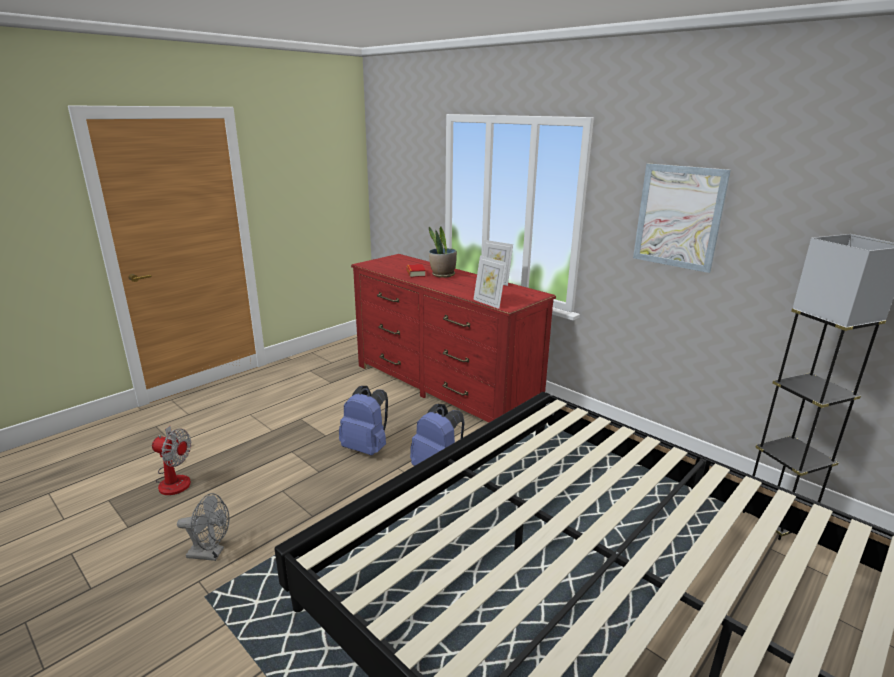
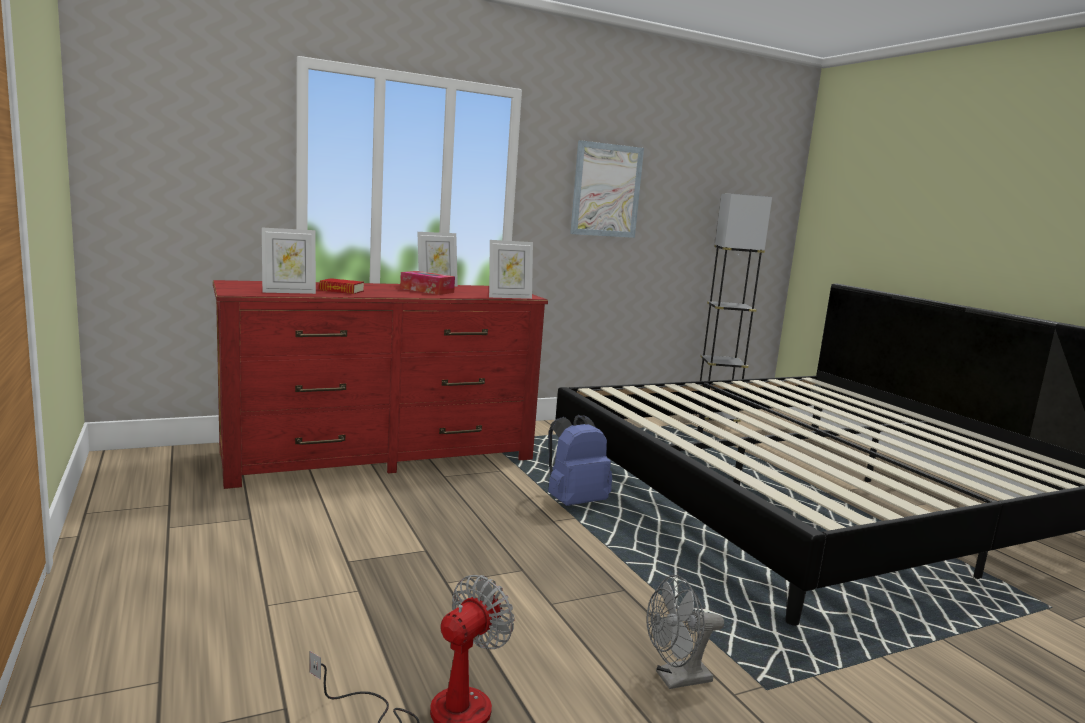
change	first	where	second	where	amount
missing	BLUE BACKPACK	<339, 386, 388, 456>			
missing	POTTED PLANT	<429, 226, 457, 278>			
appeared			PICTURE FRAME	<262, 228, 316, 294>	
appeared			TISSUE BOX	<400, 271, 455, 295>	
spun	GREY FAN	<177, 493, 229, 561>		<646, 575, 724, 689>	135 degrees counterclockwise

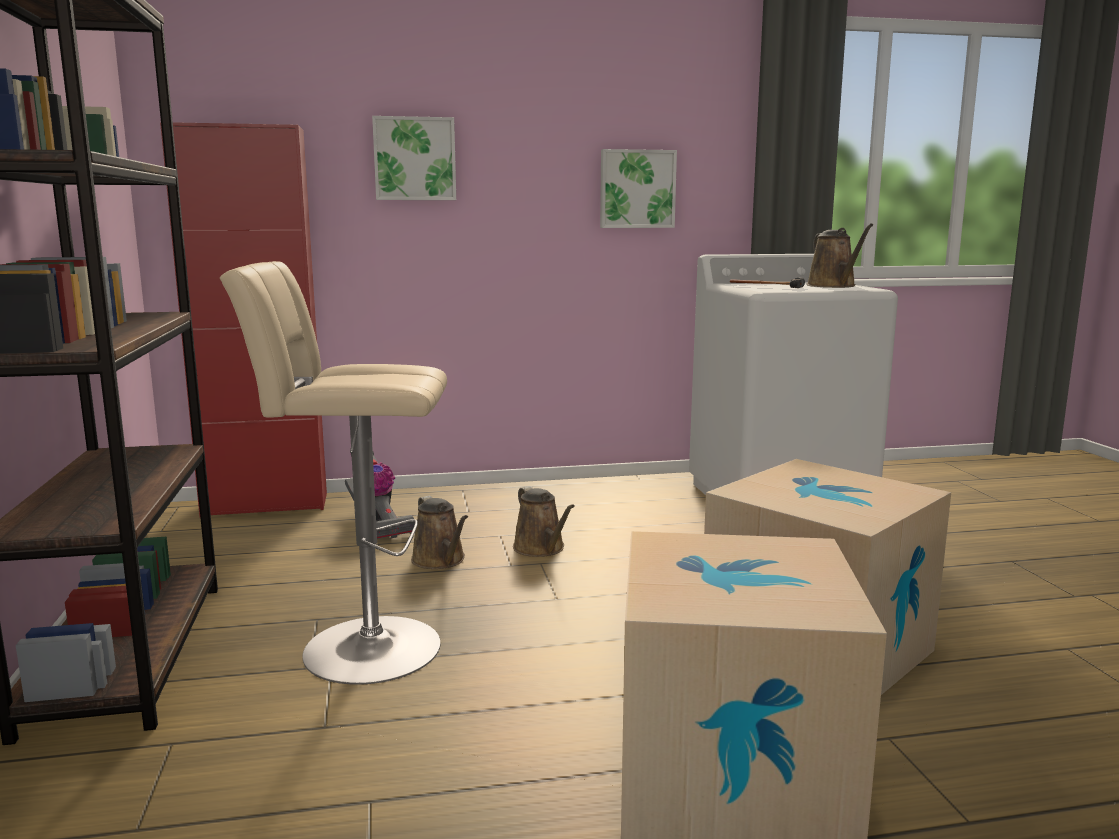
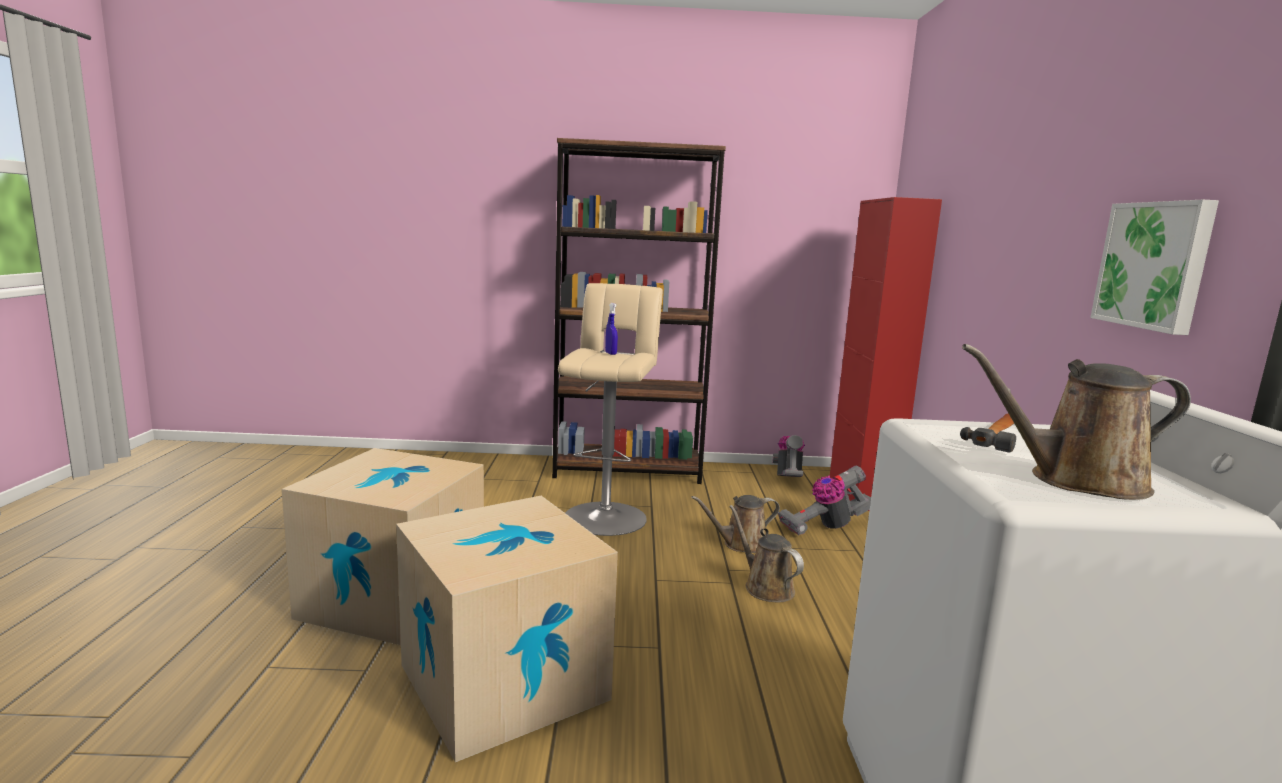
change	first	where	second	where	amount
missing	PICTURE	<372, 116, 456, 200>			
appeared			BLUE SPRAY BOTTLE	<605, 303, 618, 355>	
appeared			VACUUM CLEANER	<772, 435, 805, 477>	
spun	BROWN WATERING CAN	<513, 486, 575, 557>		<729, 505, 804, 602>	75 degrees clockwise

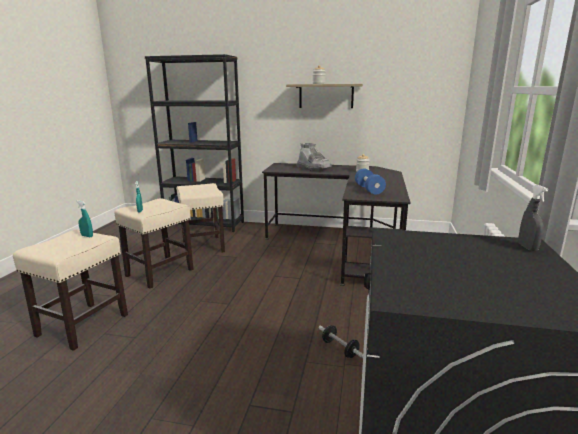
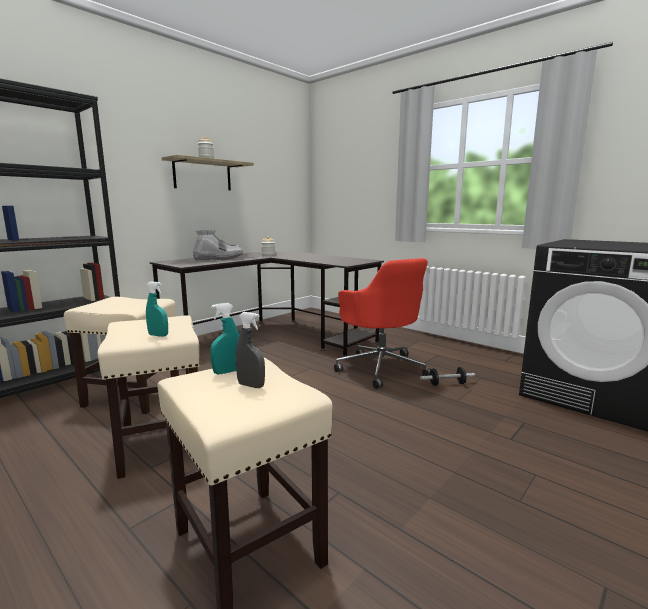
change	first	where	second	where	amount
missing	BLUE DUMBBELL	<355, 168, 386, 194>			
appeared			RED OFFICE CHAIR	<334, 258, 431, 389>	
relocated	GREY SPRAY BOTTLE	<518, 185, 548, 251>		<236, 312, 265, 388>	

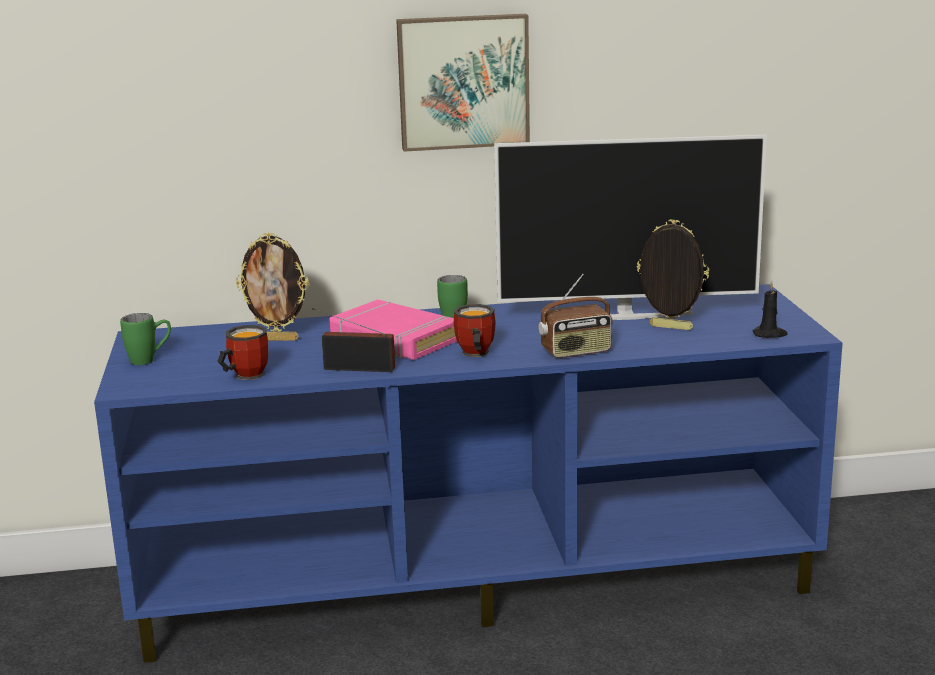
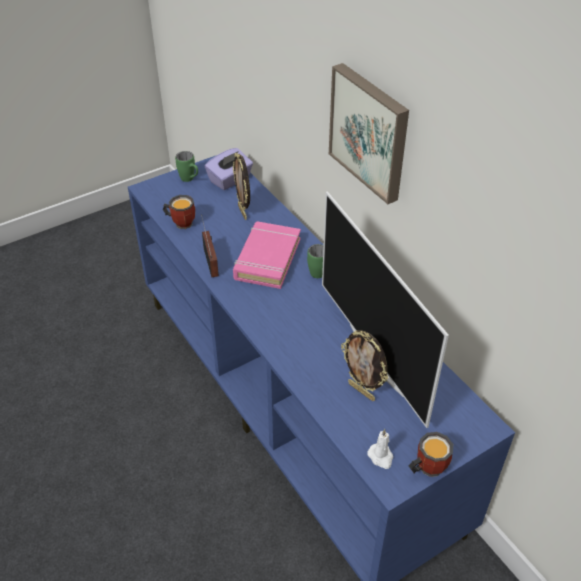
change	first	where	second	where	amount
missing	RADIO	<538, 274, 613, 358>			
appeared			PURPLE TISSUE BOX	<205, 148, 253, 190>	
relocated	MUG	<454, 304, 496, 357>		<408, 432, 453, 477>	
colour	BLACK CANDLE	<752, 281, 788, 338>	WHITE CANDLE	<367, 429, 393, 469>	
spun	PICTURE FRAME	<637, 219, 709, 330>		<341, 330, 388, 401>	135 degrees clockwise

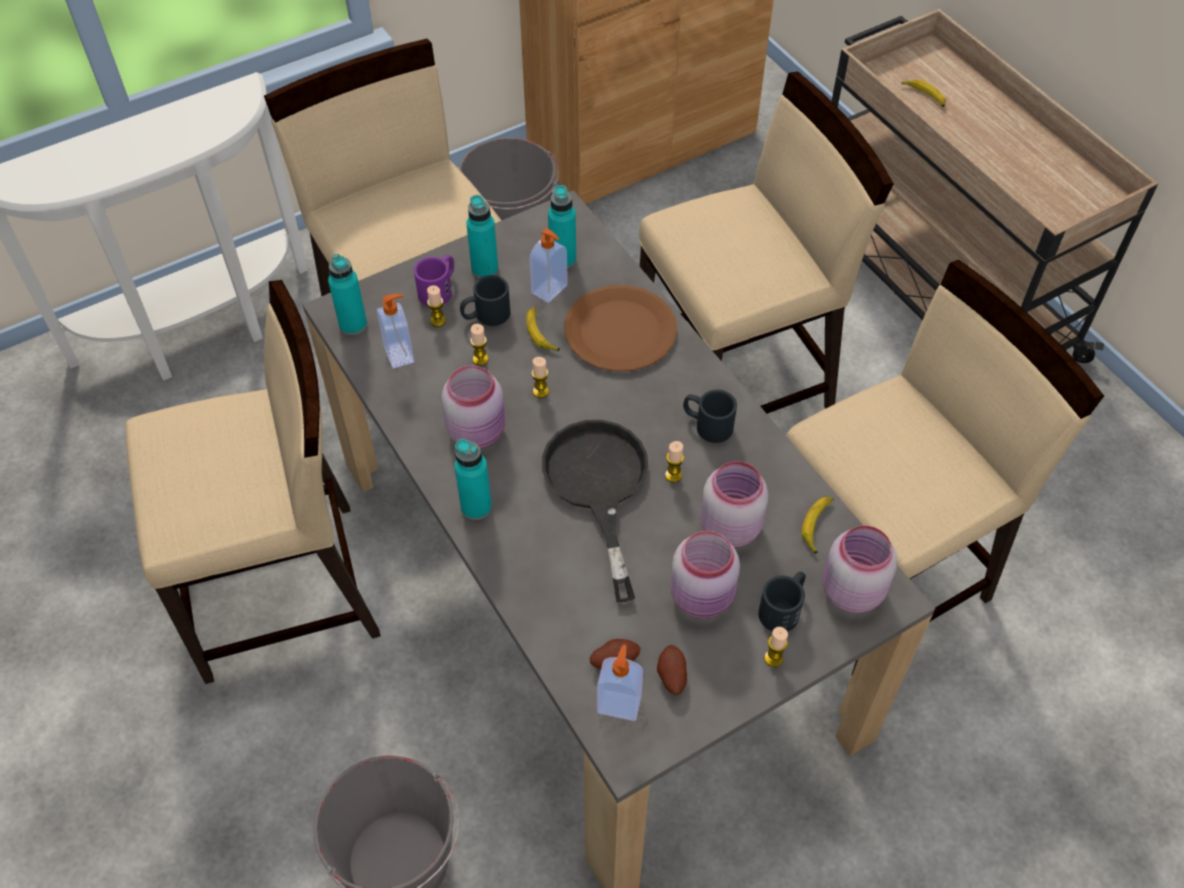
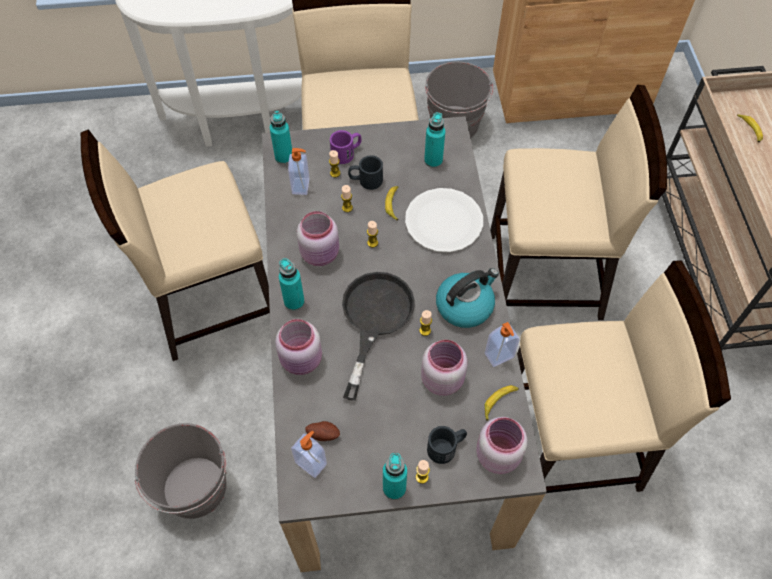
change	first	where	second	where	amount
missing	POTATO	<657, 645, 687, 695>			
relocated	TURQUOISE BOTTLE	<466, 195, 498, 278>		<383, 453, 407, 500>	
relocated	SOAP DISPENSER	<529, 228, 568, 303>		<485, 322, 520, 367>	
relocated	PINK JAR	<670, 531, 740, 618>		<275, 319, 322, 375>	
exchanged	BLACK MUG	<683, 389, 737, 443>	KETTLE	<436, 268, 499, 328>	
colour	BROWN PLATE	<564, 285, 677, 372>	WHITE PLATE	<405, 188, 483, 252>	
spun	BEIGE CHAIR	<126, 280, 381, 684>		<81, 129, 270, 361>	150 degrees clockwise

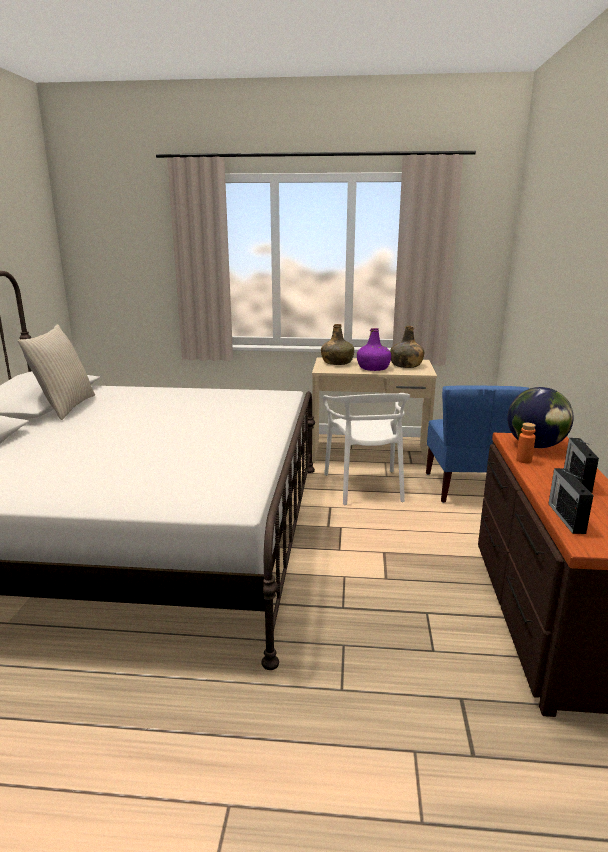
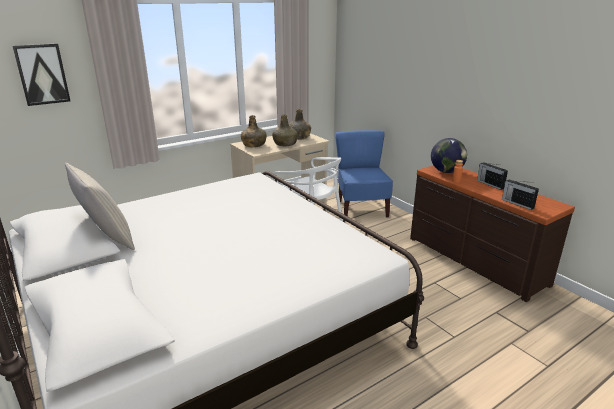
change	first	where	second	where	amount
appeared			PICTURE	<13, 43, 70, 106>	
colour	PURPLE BOTTLE	<357, 328, 391, 371>	GREEN BOTTLE	<272, 115, 298, 146>	
spun	BLUE CHAIR	<426, 385, 529, 503>		<335, 130, 393, 218>	150 degrees counterclockwise

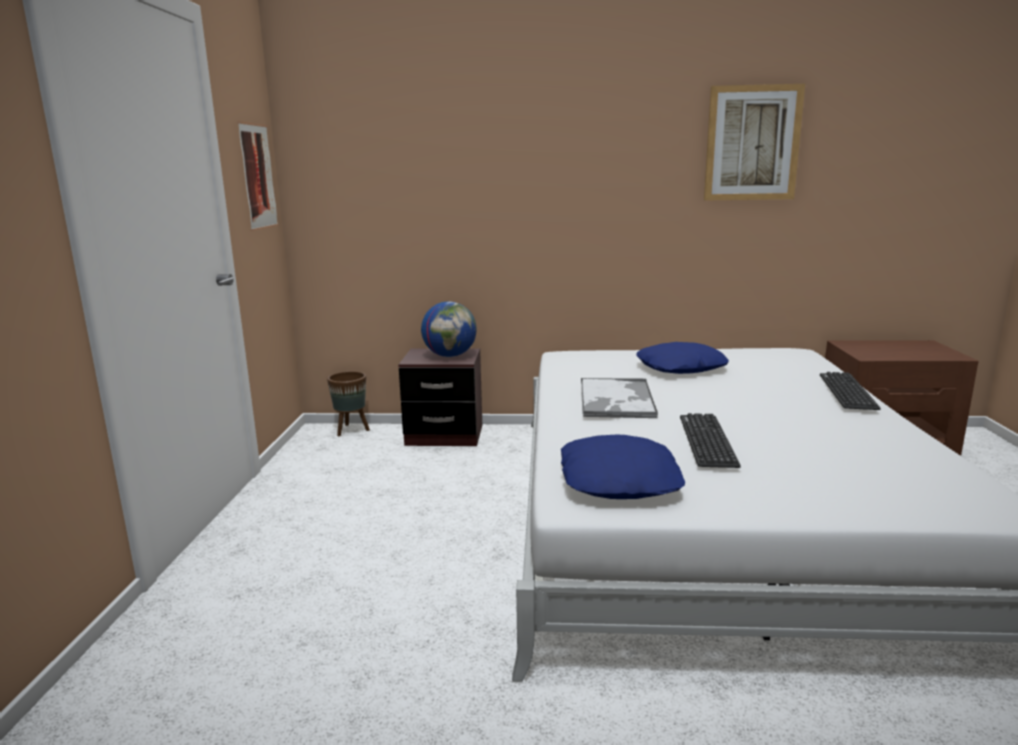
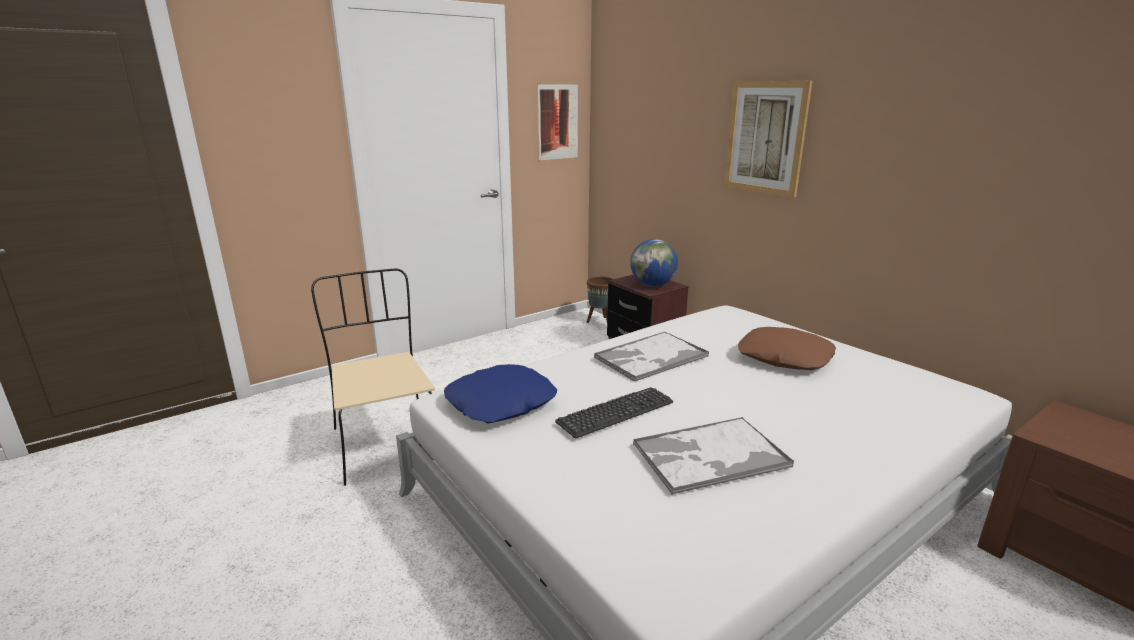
change	first	where	second	where	amount
missing	KEYBOARD	<820, 372, 881, 410>			
appeared			BEIGE CHAIR	<311, 269, 435, 486>	
appeared			TRAY	<633, 417, 794, 495>	
relocated	PICTURE	<704, 84, 805, 201>		<724, 81, 812, 198>	
colour	BLUE PILLOW	<636, 342, 729, 374>	BROWN PILLOW	<738, 327, 836, 370>	

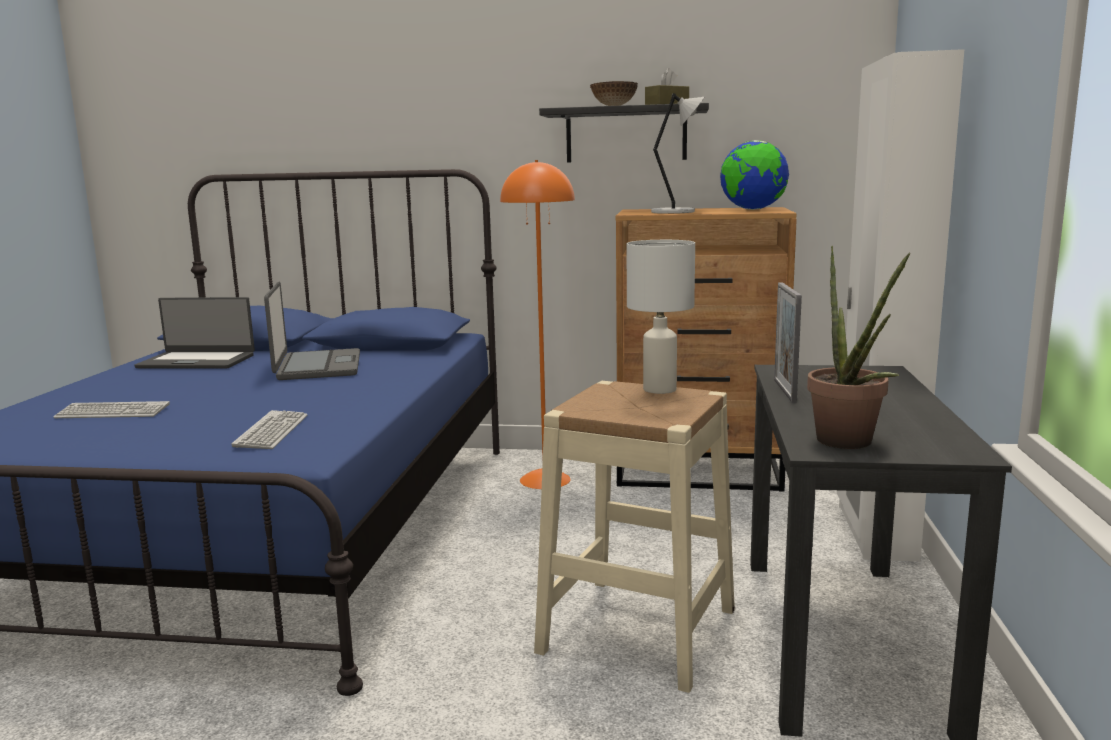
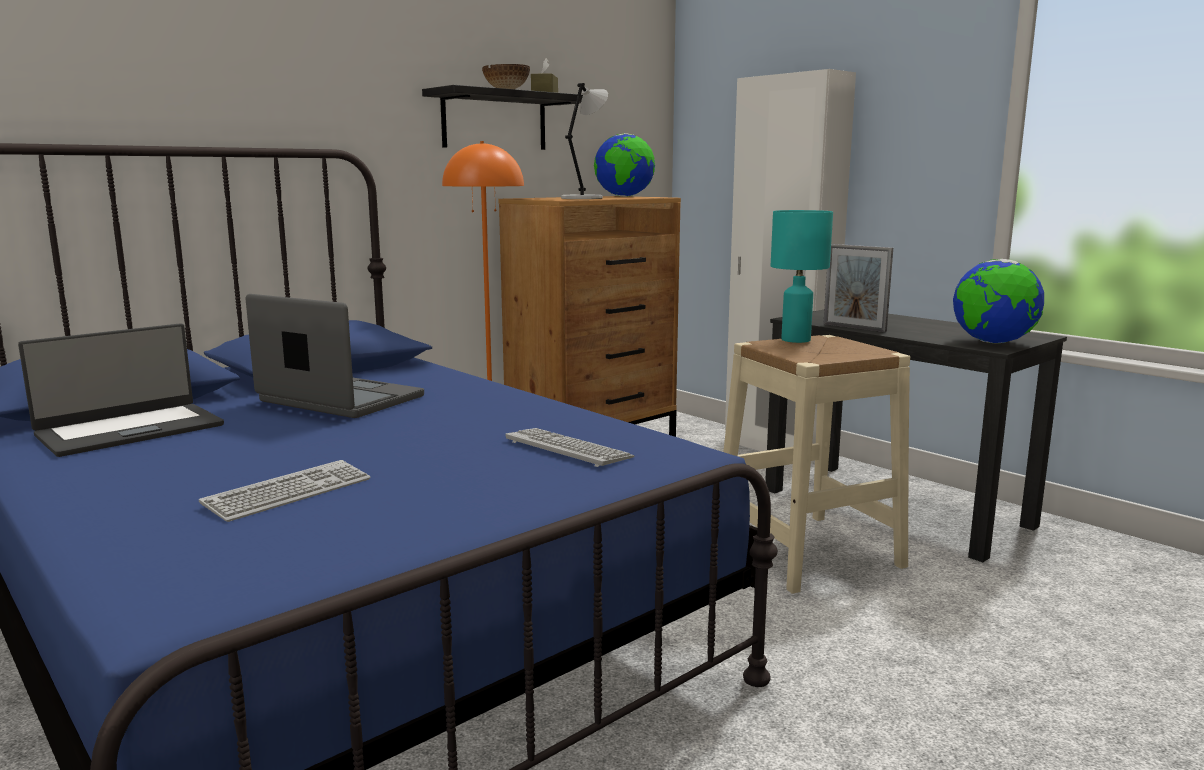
change	first	where	second	where	amount
exchanged	POTTED PLANT	<807, 246, 911, 449>	GLOBE	<953, 259, 1044, 343>	
colour	WHITE TABLE LAMP	<627, 240, 695, 394>	TURQUOISE TABLE LAMP	<771, 210, 833, 343>	

